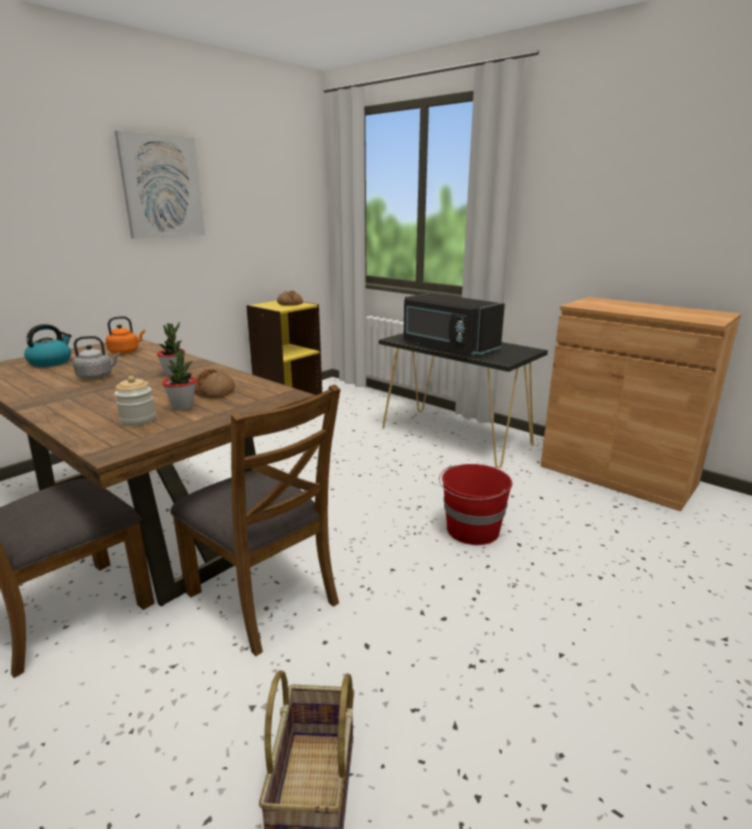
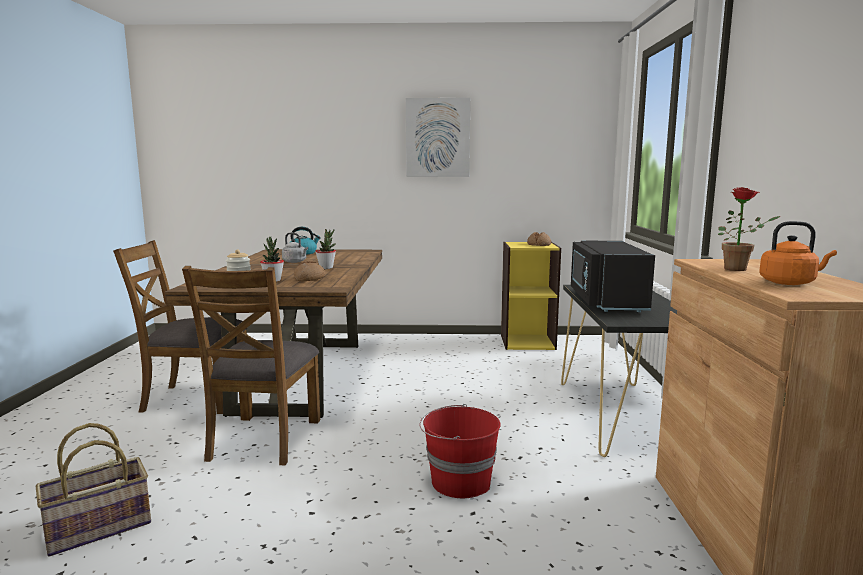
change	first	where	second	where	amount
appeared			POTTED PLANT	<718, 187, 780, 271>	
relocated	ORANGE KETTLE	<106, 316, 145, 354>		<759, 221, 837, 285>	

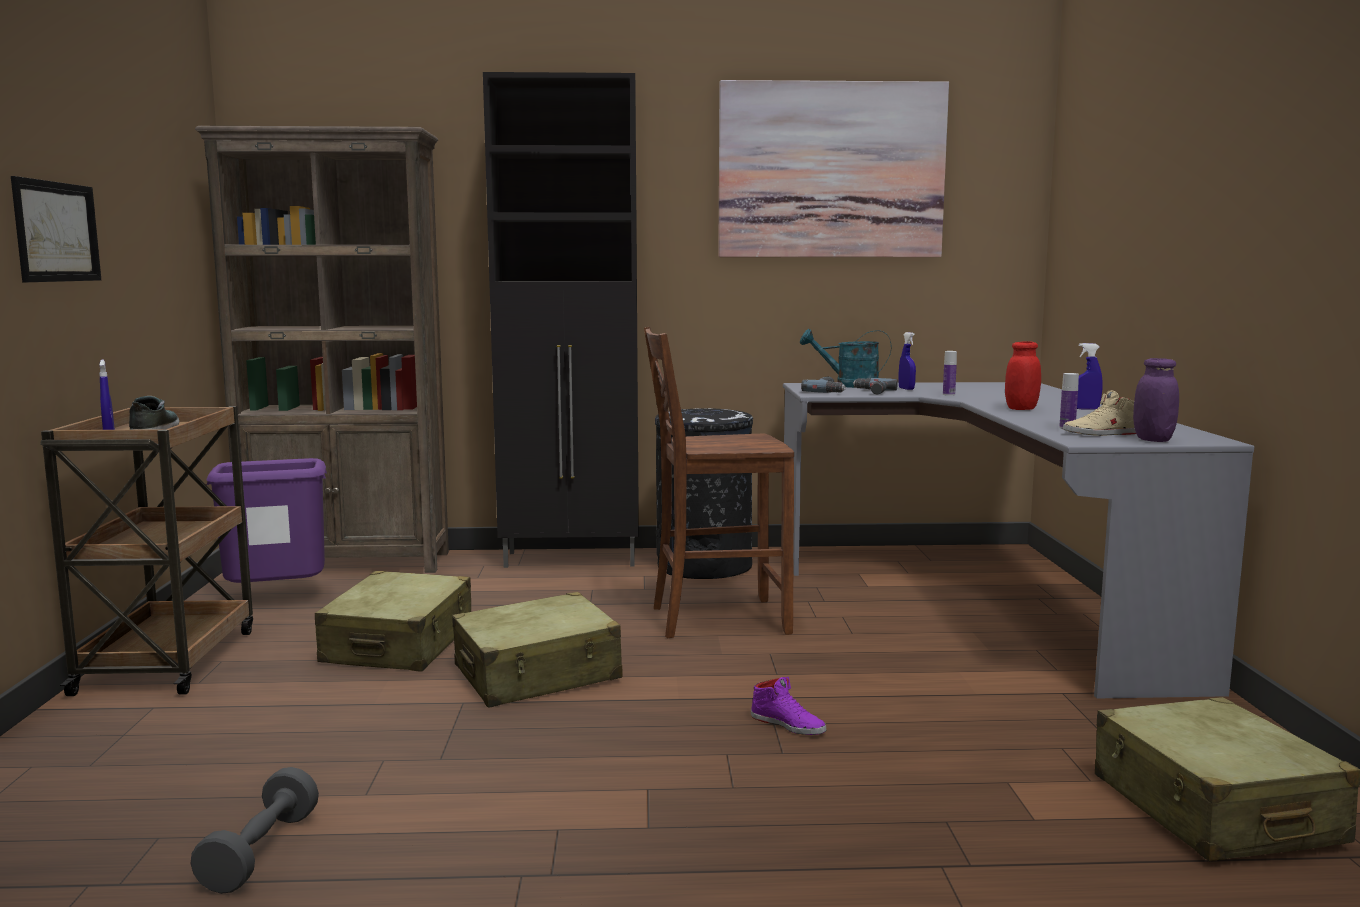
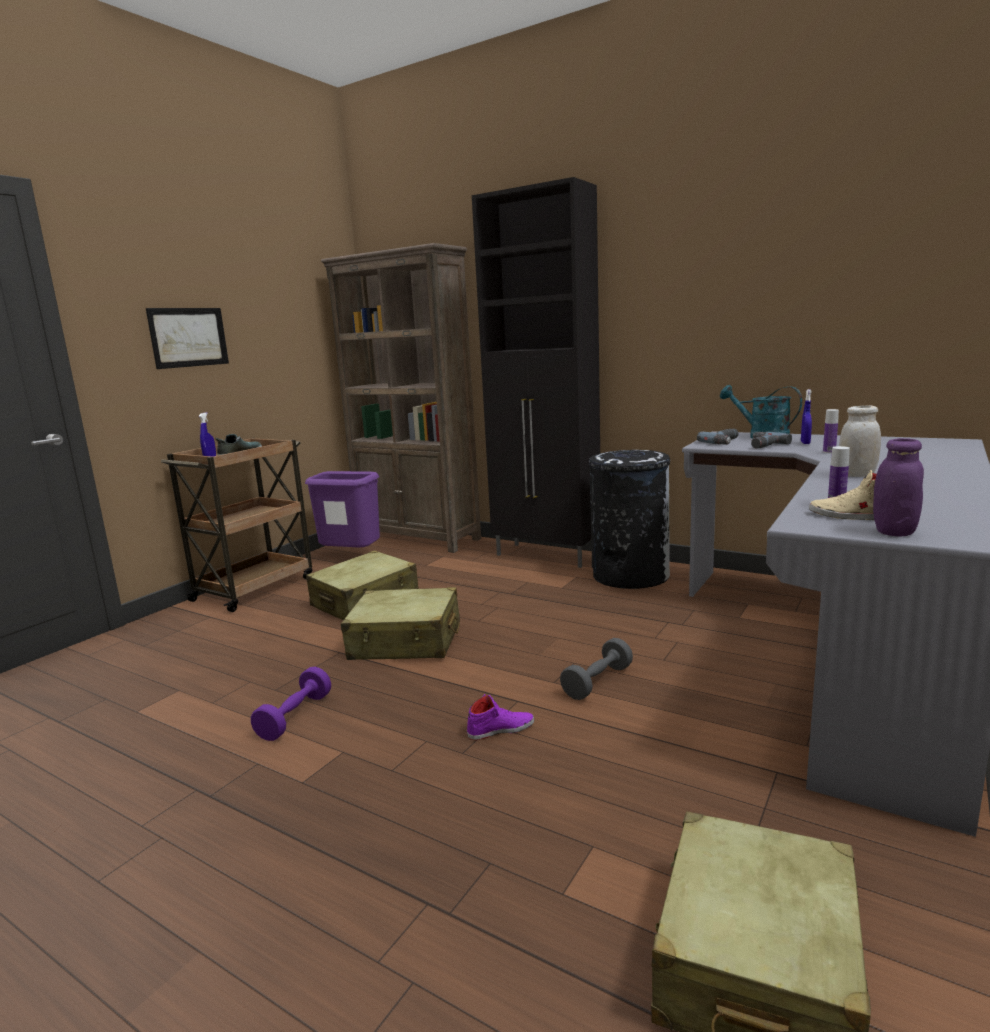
change	first	where	second	where	amount
missing	BROWN CHAIR	<644, 327, 794, 638>			
missing	PICTURE	<718, 80, 949, 257>			
missing	BLUE SPRAY BOTTLE	<1077, 343, 1103, 410>			
appeared			PURPLE DUMBBELL	<251, 667, 331, 741>	
relocated	GREY DUMBBELL	<190, 767, 319, 894>		<560, 638, 633, 700>	
colour	RED JAR	<1005, 341, 1041, 410>	WHITE JAR	<839, 405, 881, 477>	
spun	PURPLE SHOE	<751, 677, 826, 735>		<467, 694, 534, 740>	90 degrees counterclockwise

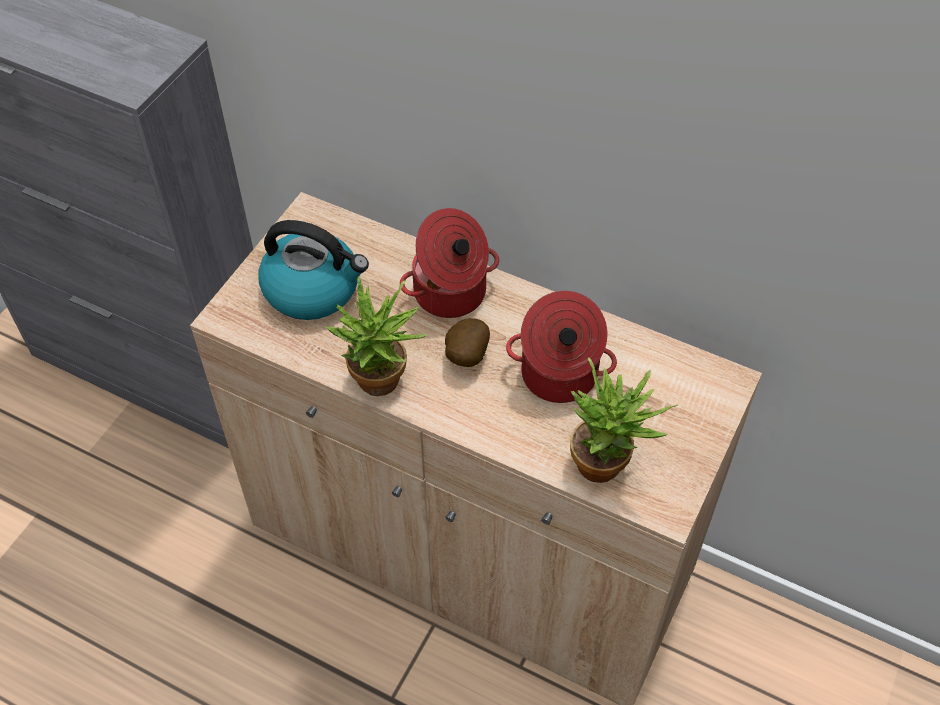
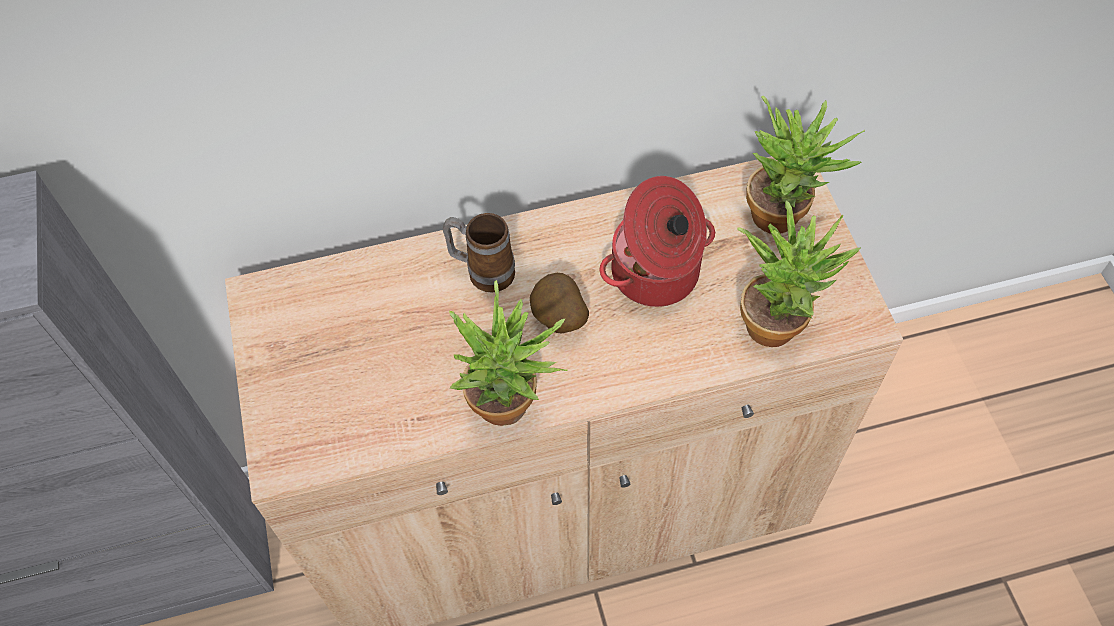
change	first	where	second	where	amount
missing	KETTLE	<258, 220, 369, 320>			
appeared			POTTED PLANT	<746, 95, 865, 234>	
exchanged	COOKING POT	<400, 208, 499, 318>	MUG	<443, 213, 515, 293>	

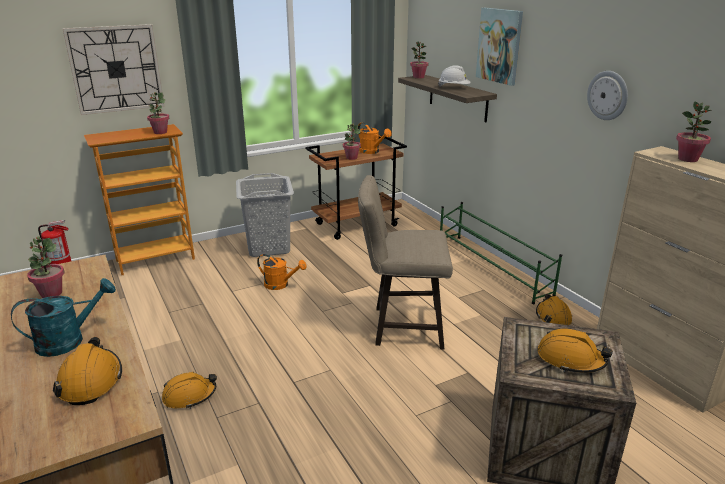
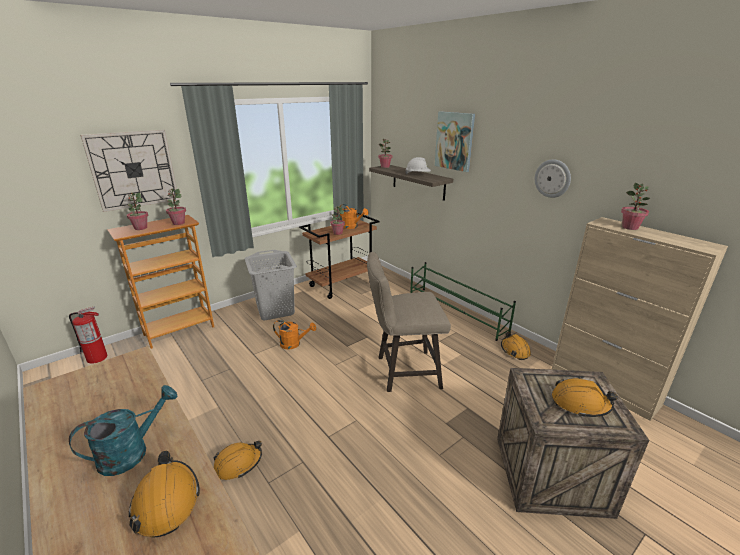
change	first	where	second	where	amount
relocated	POTTED PLANT	<27, 236, 65, 298>		<127, 193, 149, 230>	

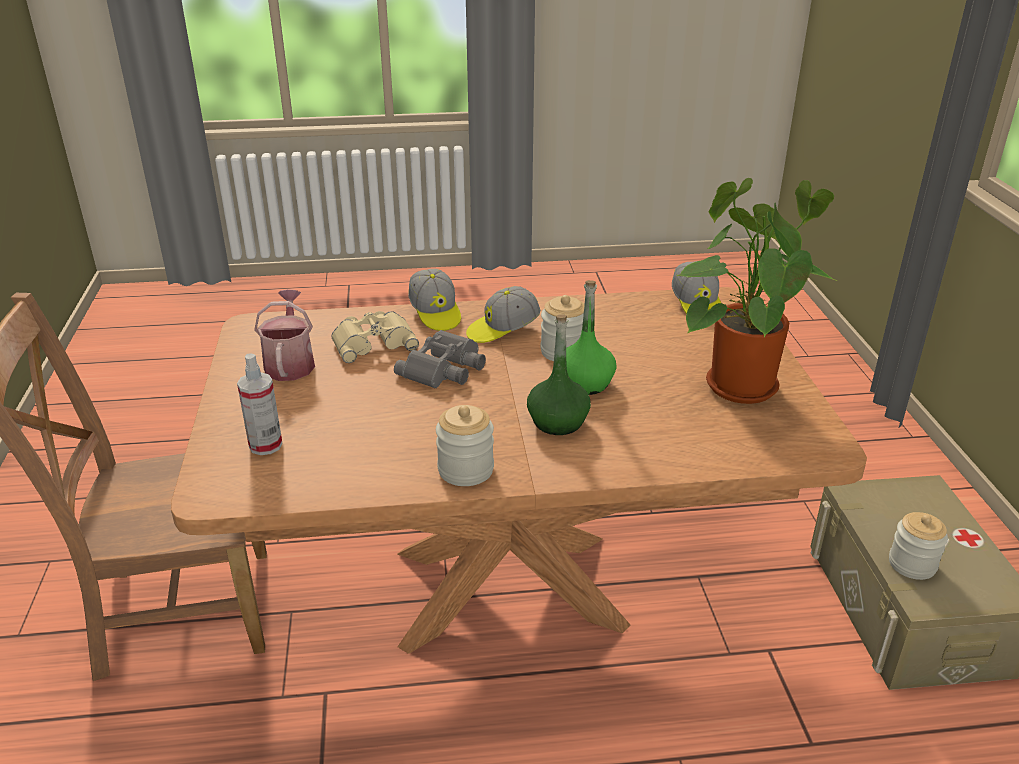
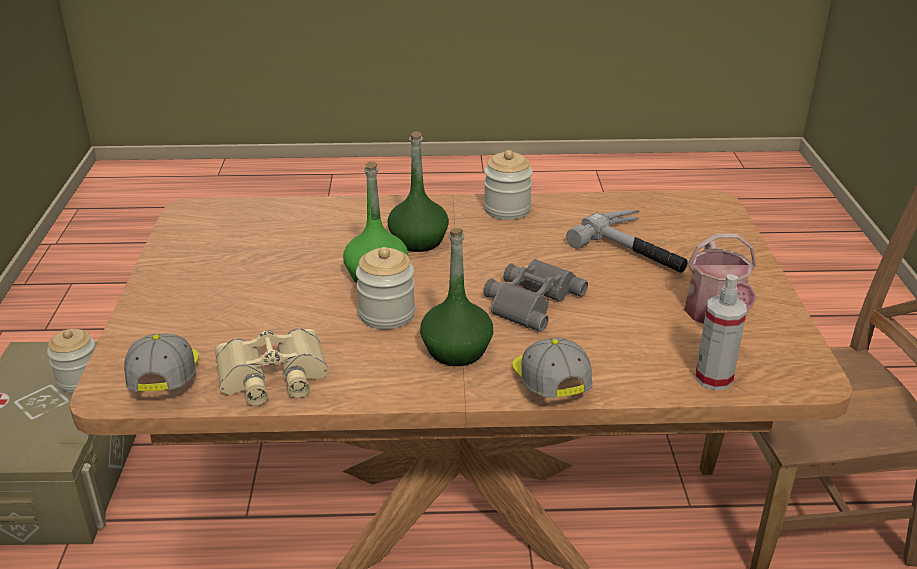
change	first	where	second	where	amount
missing	POTTED PLANT	<676, 178, 837, 404>			
appeared			HAMMER	<566, 210, 688, 273>	
relocated	SPRAY BOTTLE	<237, 353, 283, 455>		<696, 274, 747, 390>	
relocated	BEIGE BINOCULARS	<332, 311, 419, 363>		<215, 328, 328, 406>	
exchanged	CAP	<466, 286, 540, 343>	GREEN BOTTLE	<420, 228, 493, 366>	

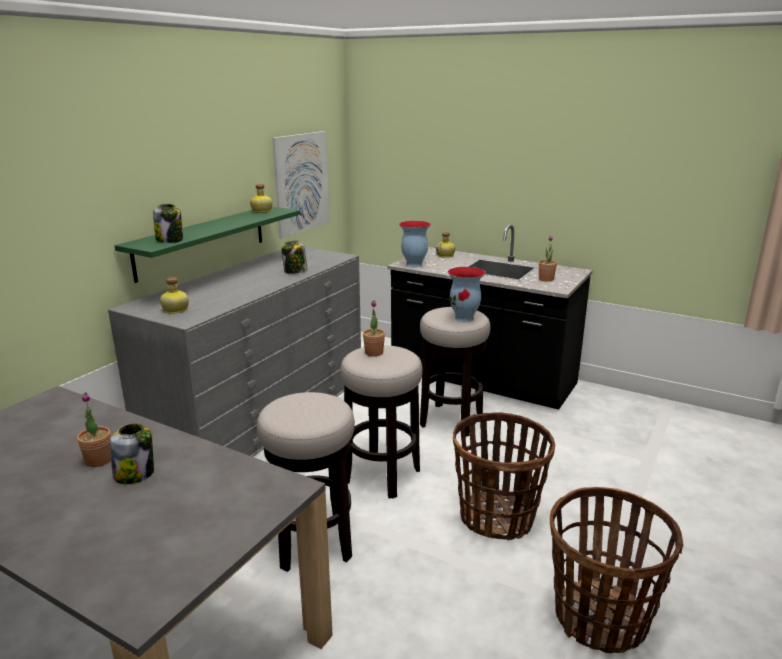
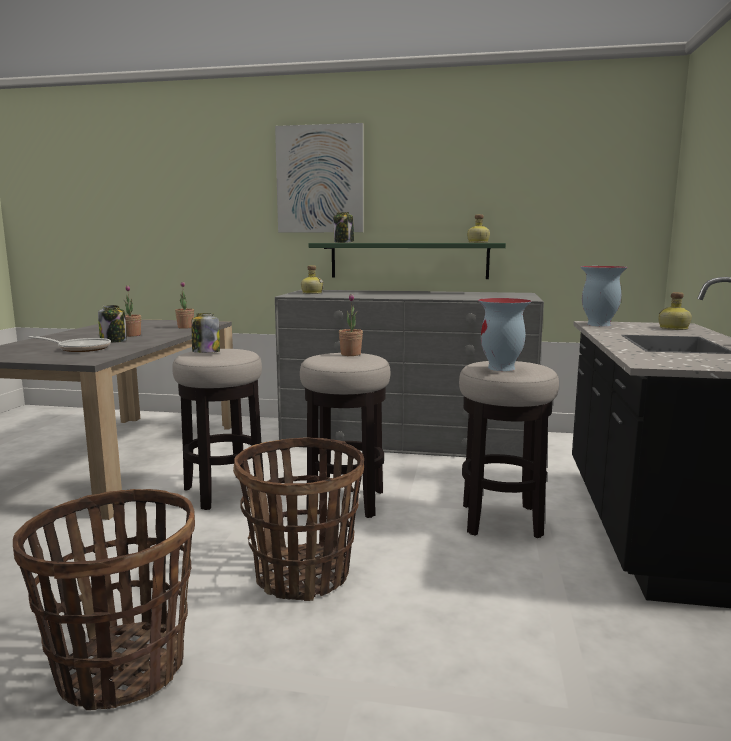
change	first	where	second	where	amount
appeared			FRYING PAN	<29, 336, 111, 352>	
relocated	PICTURE	<272, 131, 330, 239>		<275, 123, 363, 232>	
relocated	JAR	<281, 241, 308, 274>		<192, 313, 220, 353>	
relocated	POTTED PLANT	<539, 235, 557, 282>		<175, 282, 194, 329>	

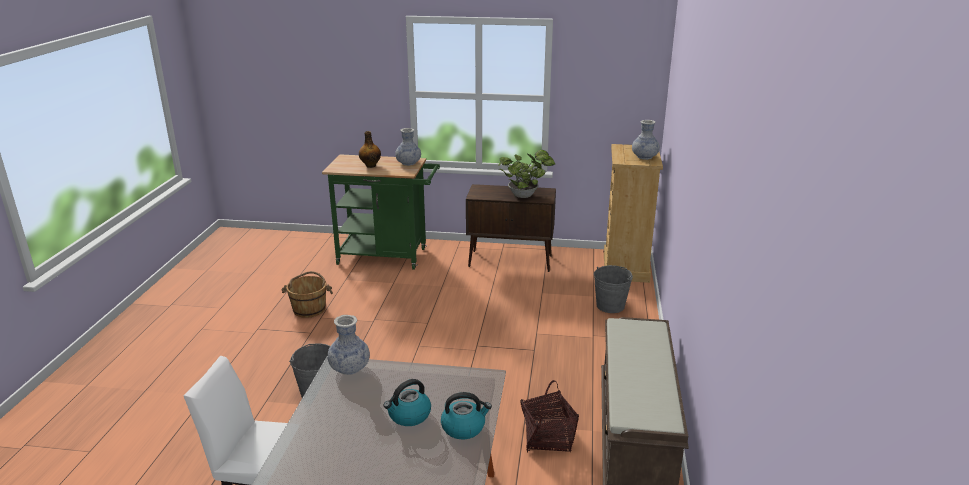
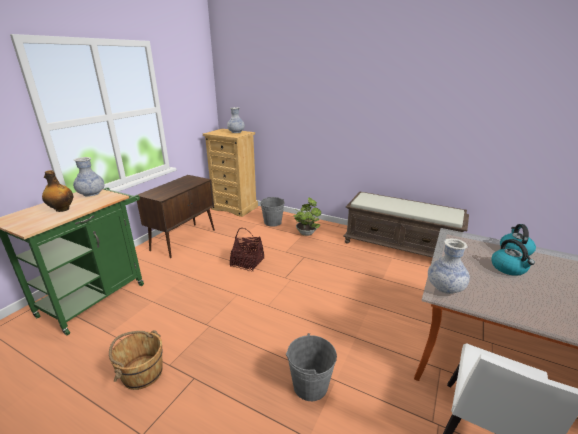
change	first	where	second	where	amount
relocated	POTTED PLANT	<498, 150, 555, 198>		<293, 198, 321, 236>	
relocated	BASKET	<520, 380, 579, 452>		<230, 228, 264, 272>	

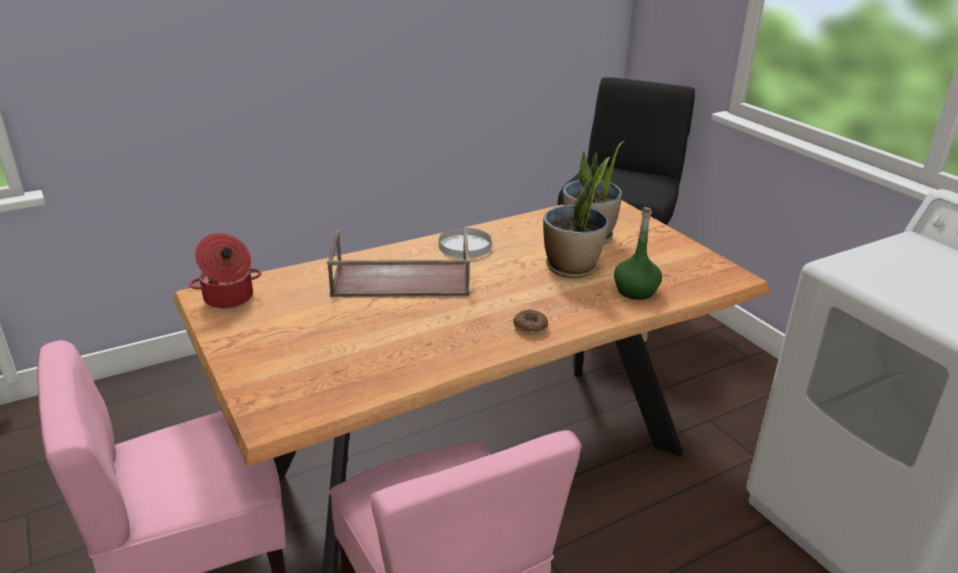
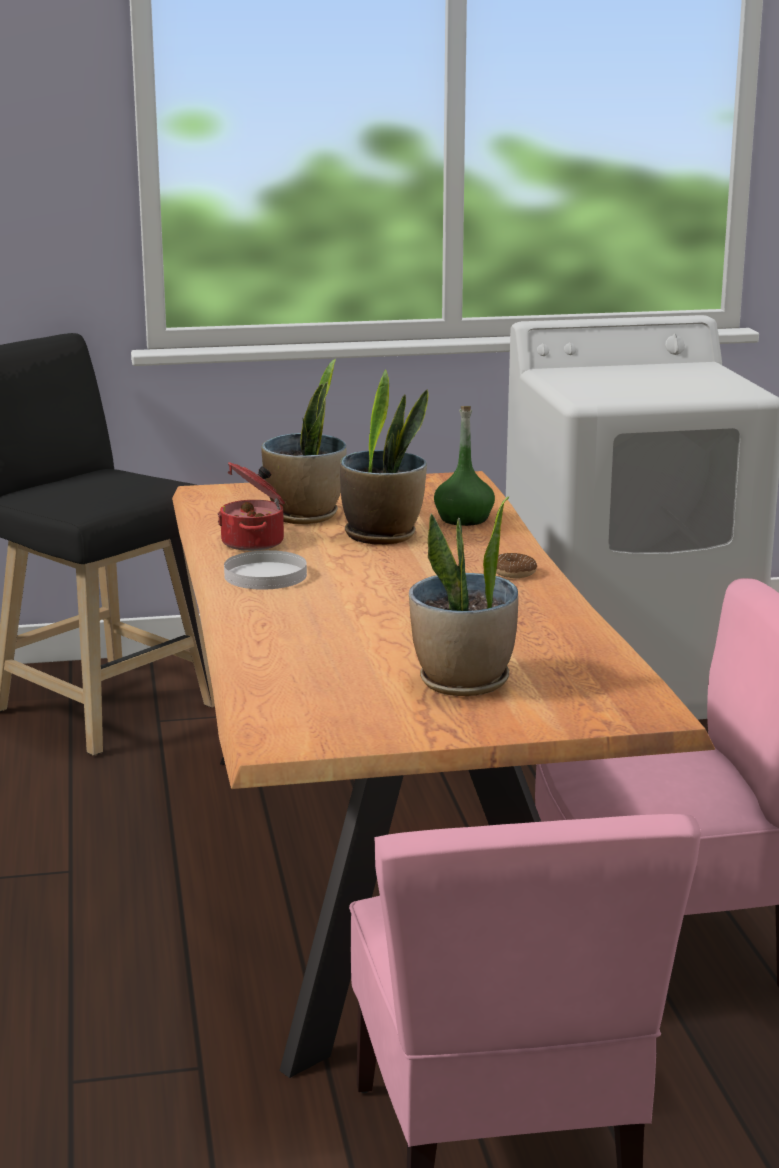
change	first	where	second	where	amount
missing	BROWN TRAY	<327, 230, 470, 297>			
appeared			POTTED PLANT	<409, 496, 518, 696>	
relocated	COOKING POT	<189, 233, 261, 308>		<218, 462, 285, 551>	

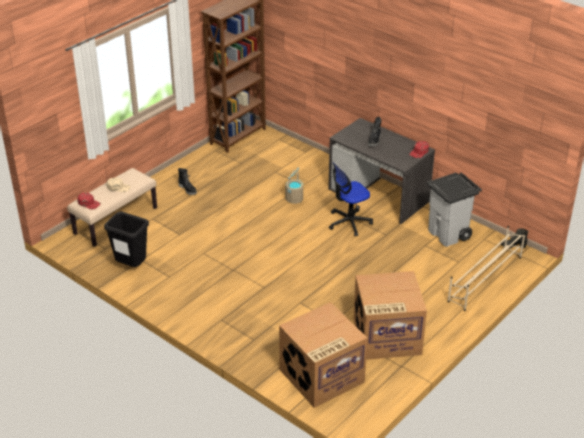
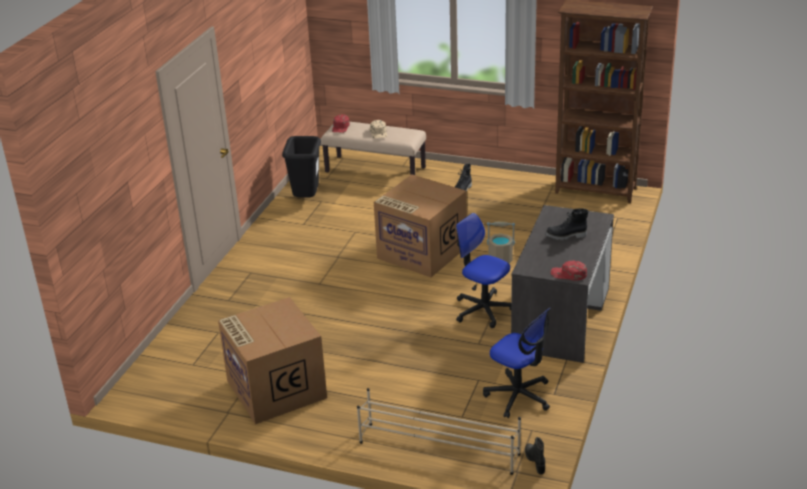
change	first	where	second	where	amount
relocated	CARDBOARD BOX	<279, 302, 367, 408>		<374, 174, 467, 277>	
exchanged	GREY TRASH CAN	<427, 172, 482, 247>	OFFICE CHAIR	<483, 308, 551, 418>	

